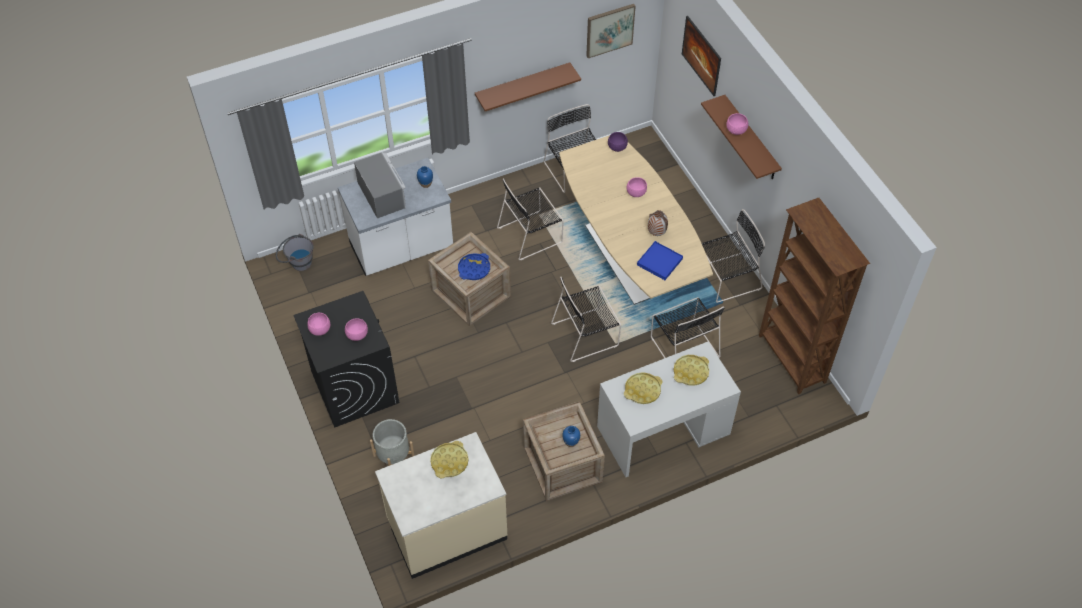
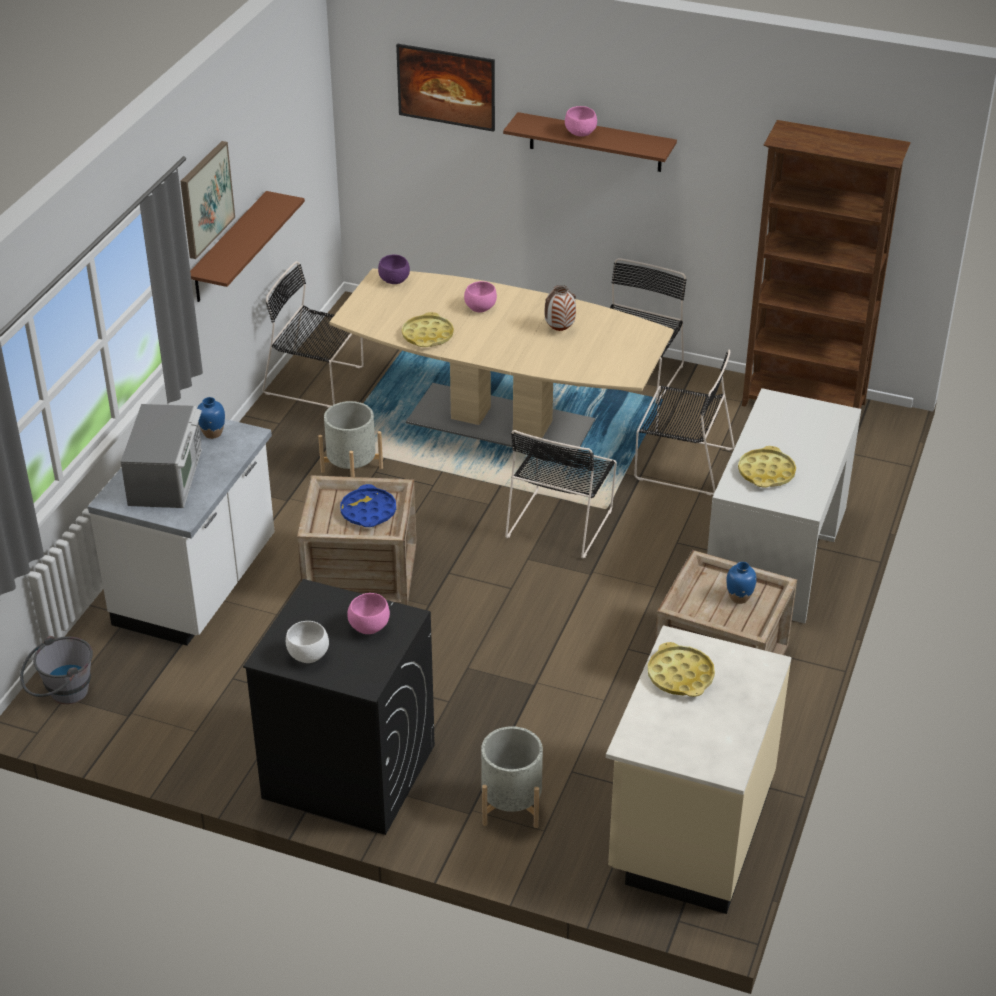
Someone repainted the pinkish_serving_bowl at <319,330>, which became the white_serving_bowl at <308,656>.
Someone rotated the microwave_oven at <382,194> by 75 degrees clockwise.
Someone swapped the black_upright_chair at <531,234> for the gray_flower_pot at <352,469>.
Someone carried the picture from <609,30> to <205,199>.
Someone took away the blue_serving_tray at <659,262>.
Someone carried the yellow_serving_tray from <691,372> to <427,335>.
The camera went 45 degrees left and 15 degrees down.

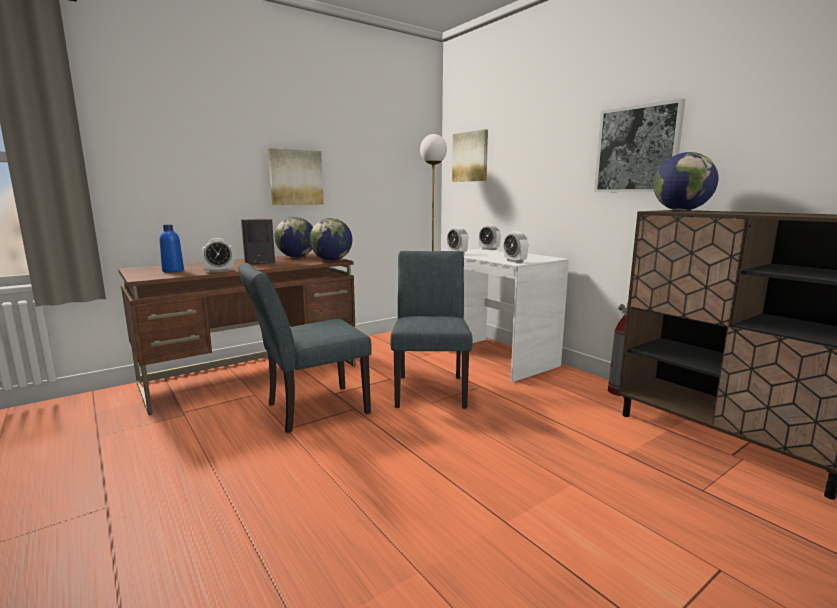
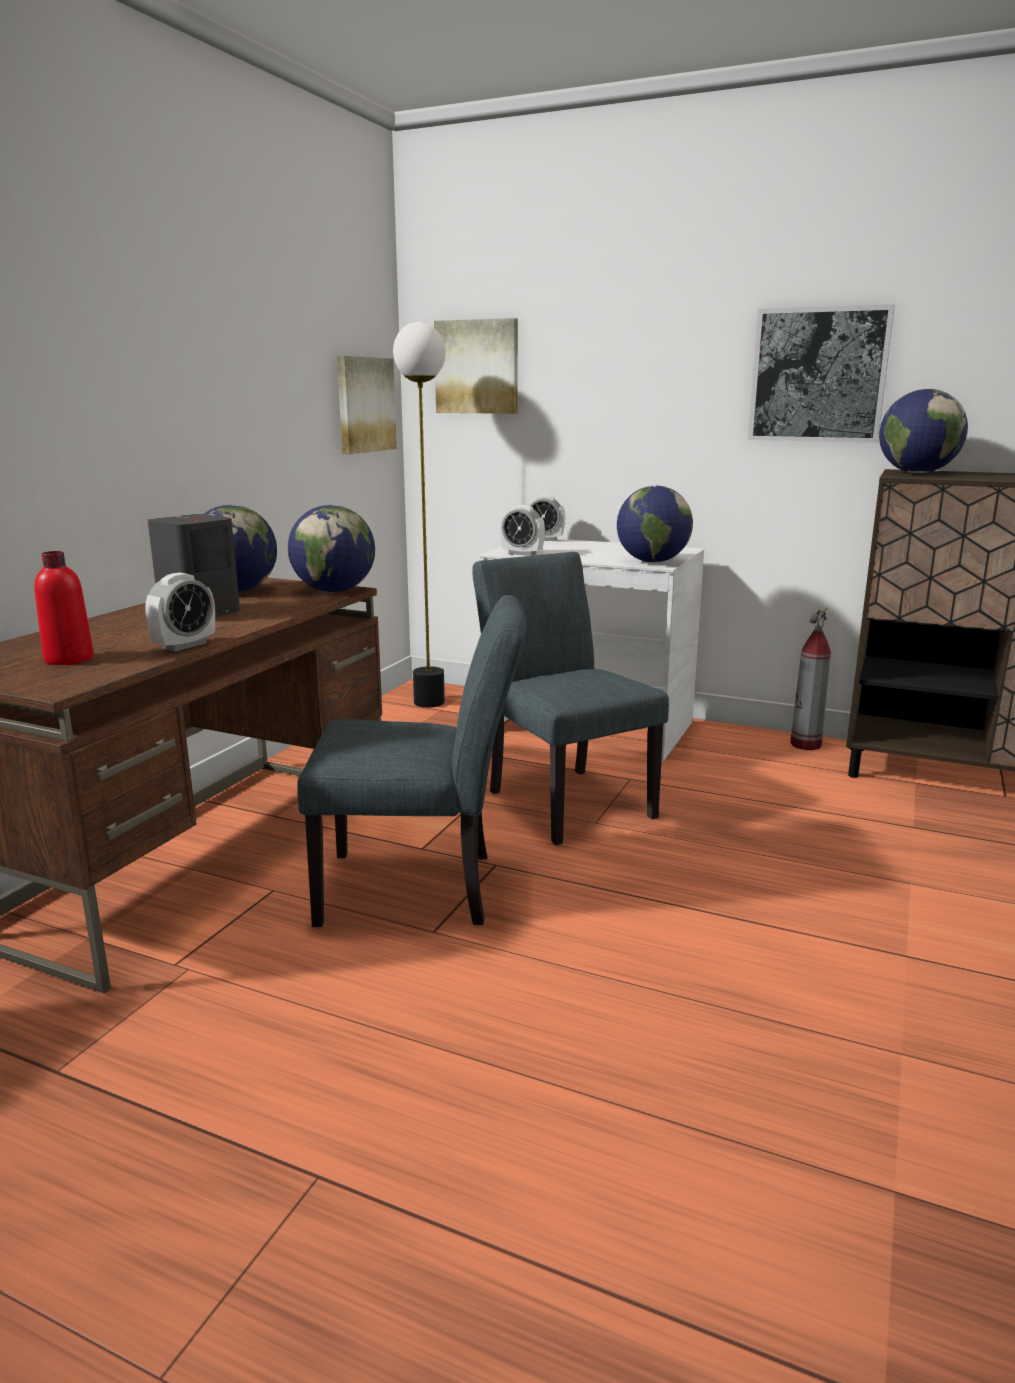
Someone repainted the blue_beverage_bottle at <173,271>, which became the red_beverage_bottle at <69,659>.
Someone rotated the gray_upright_chair at <309,410> by 120 degrees counterclockwise.
Someone carried the picture from <295,177> to <364,405>.
Someone swapped the alarm_clock at <515,261> for the globe at <652,562>.
The camera went 30 degrees left and 5 degrees up.

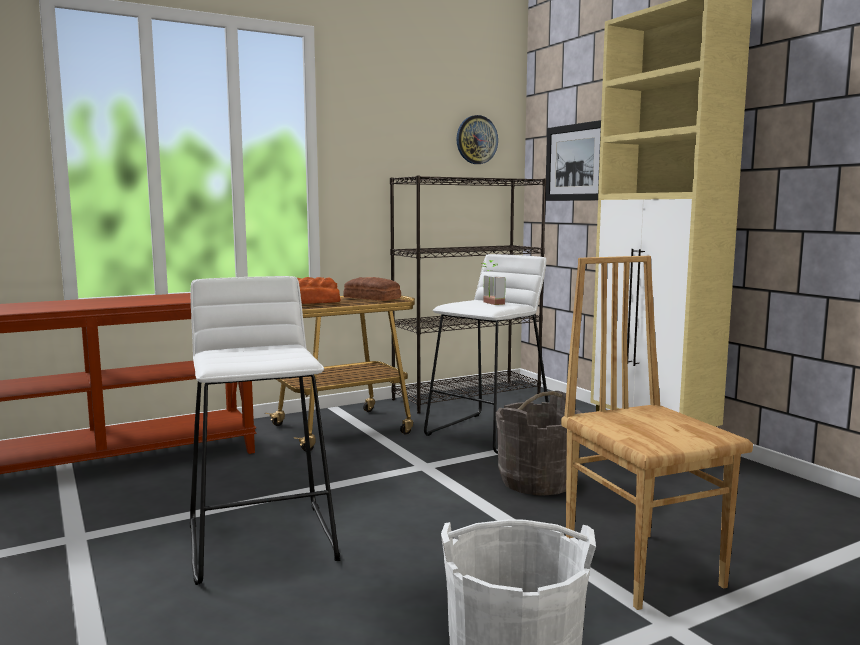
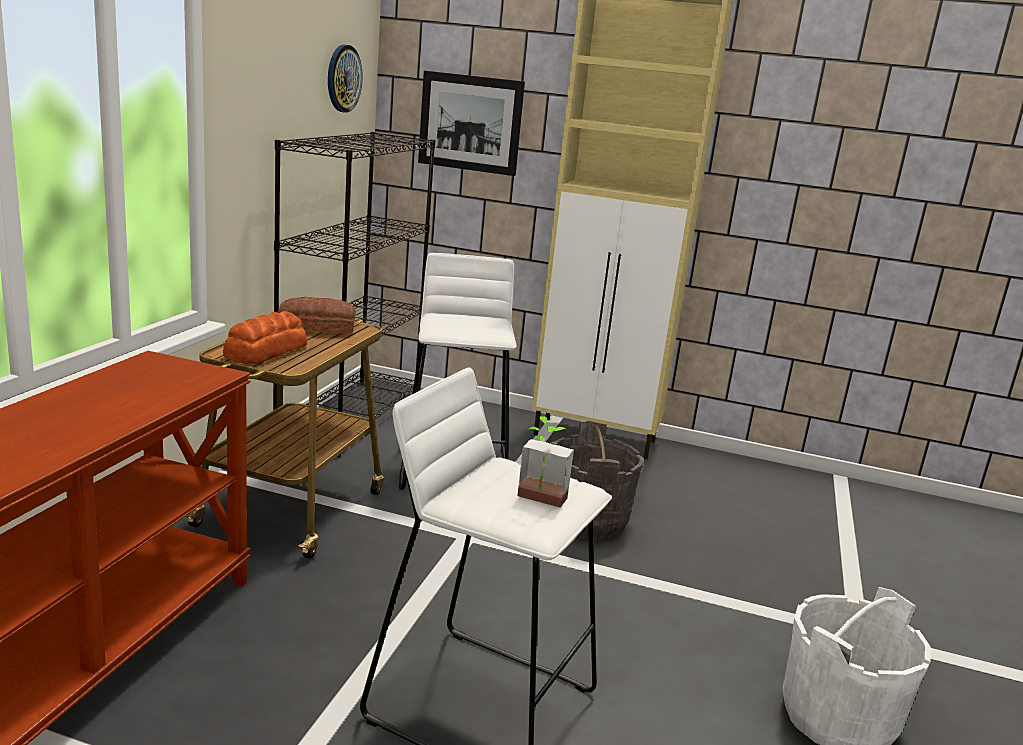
Someone carried the houseplant from <489,303> to <539,501>.
Someone took away the brown-coloured_upright_chair at <643,567>.
The camera went 45 degrees left and 10 degrees up.

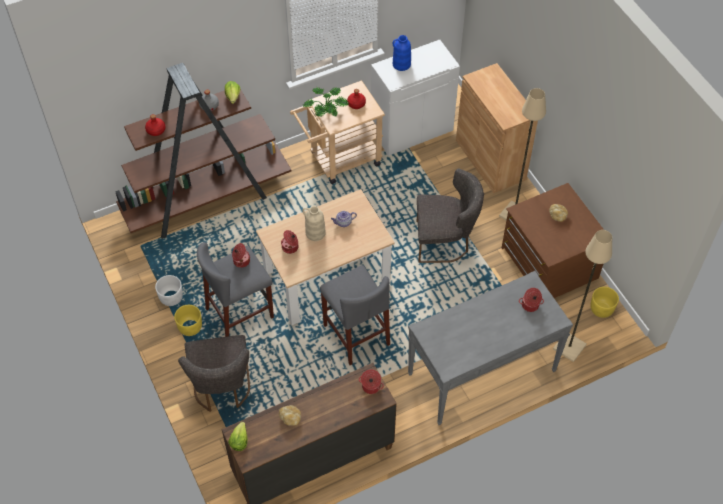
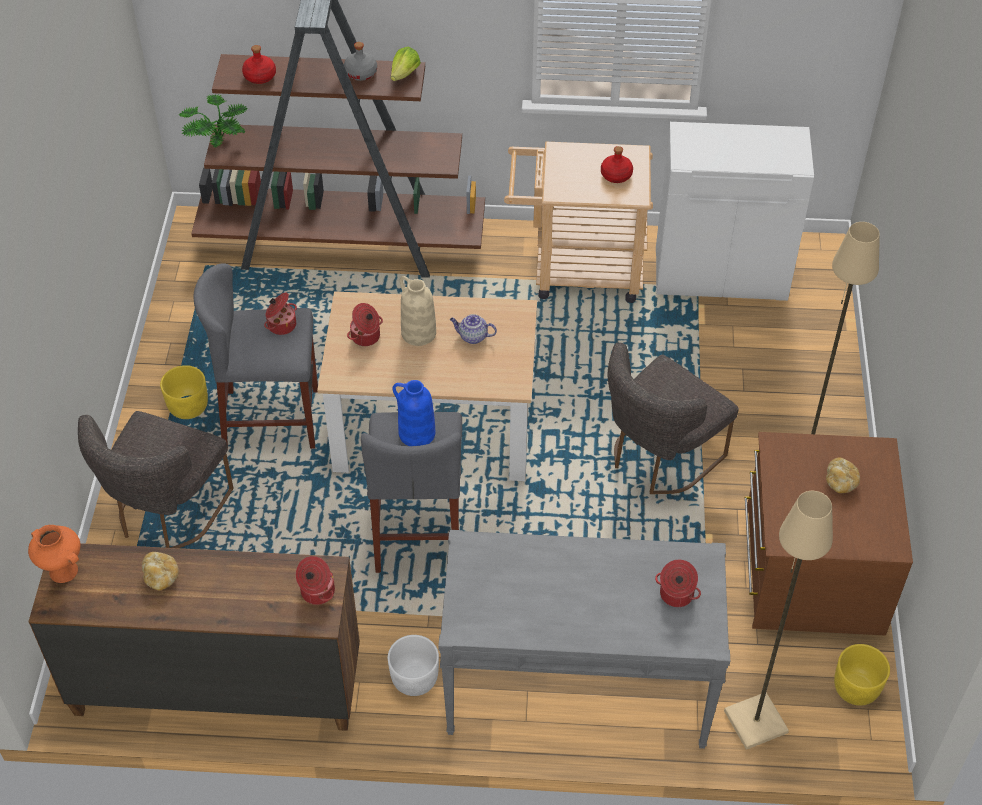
Someone carried the white_flower_pot from <171,297> to <415,679>.
Someone swapped the lettuce_head at <239,440> for the orange-coloured_decorative_vase at <62,571>.
Someone carried the houseplant from <327,113> to <217,143>.
Someone carried the blue_decorative_vase from <401,64> to <416,433>.
Someone rotated the gray_upright_chair at <445,241> by 105 degrees clockwise.
Someone took away the brown-coloured_cabinet at <490,160>.
The camera went 30 degrees right and 5 degrees down.

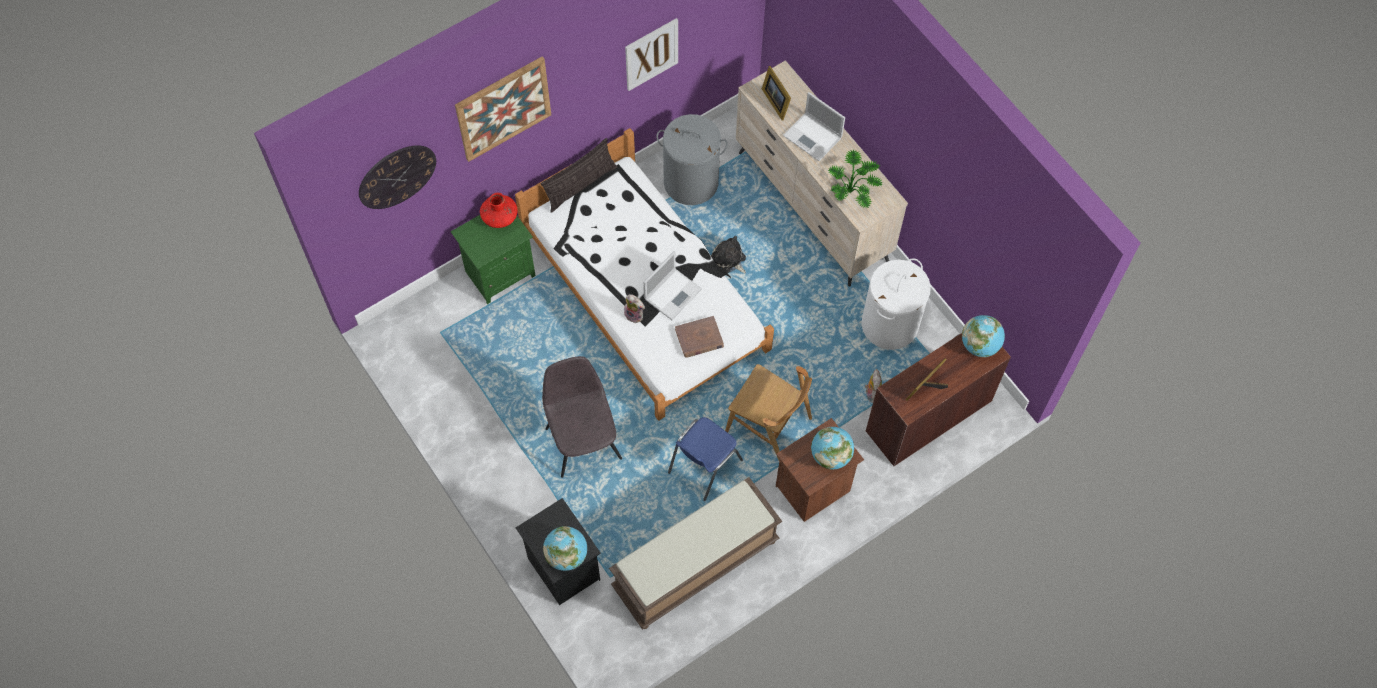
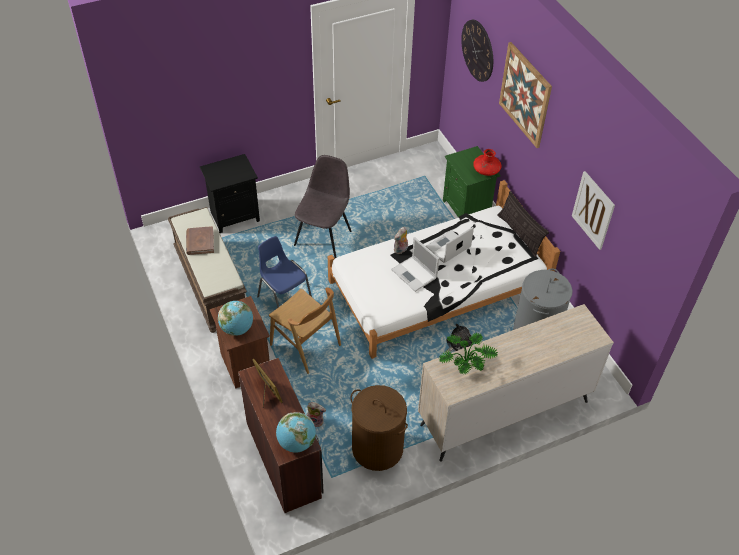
Someone rotated the gray_upright_chair at <583,441> by 60 degrees counterclockwise.
Someone took away the globe at <566,555>.
Someone carried the brown-coloured_volume from <699,338> to <200,242>.
Someone rotated the brown-coloured_upright_chair at <768,426> by 90 degrees counterclockwise.
Someone took away the picture_frame at <776,101>.
Someone carried the notebook_computer from <813,137> to <447,247>.
Someone repainted the white_hamper at <890,324>, which became the brown-coloured_hamper at <377,448>.
The camera went 100 degrees right and 15 degrees down.

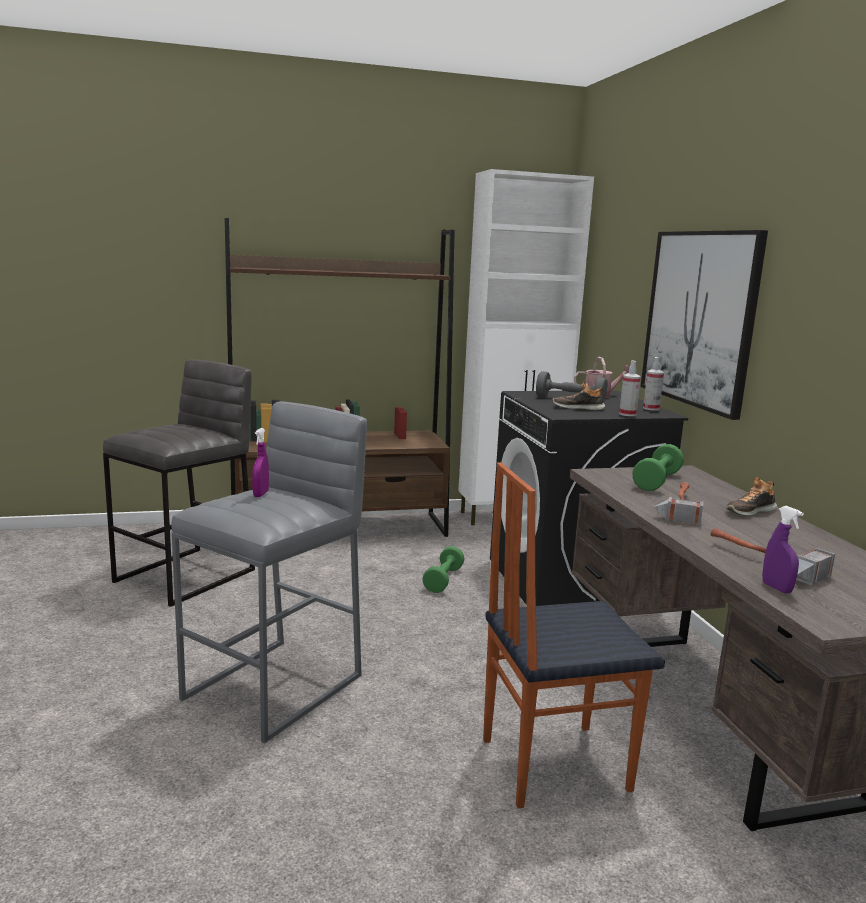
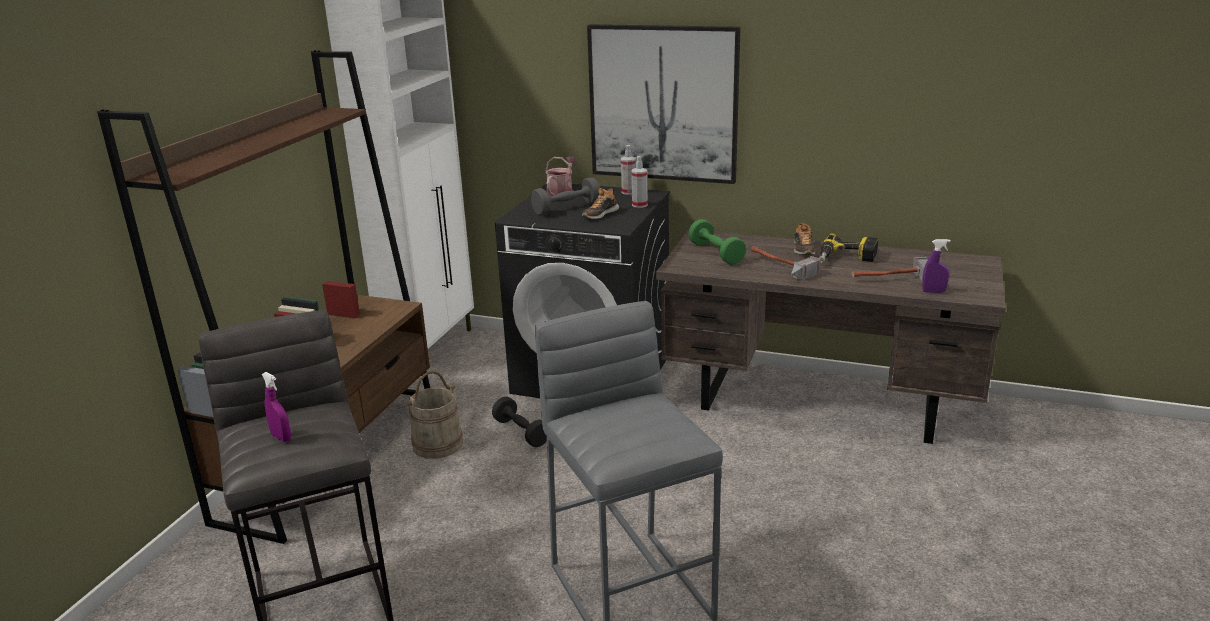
Someone carried the purplish_spray_bottle from <261,494> to <281,437>.
Someone repainted the greenish_dumbbell at <443,580>, which became the black_dumbbell at <521,432>.
Someone took away the upright_chair at <552,763>.
Someone put down the beige-coloured_water_bucket at <437,444>.
Someone put down the drill at <846,259>.
The camera went 55 degrees left and 10 degrees up.

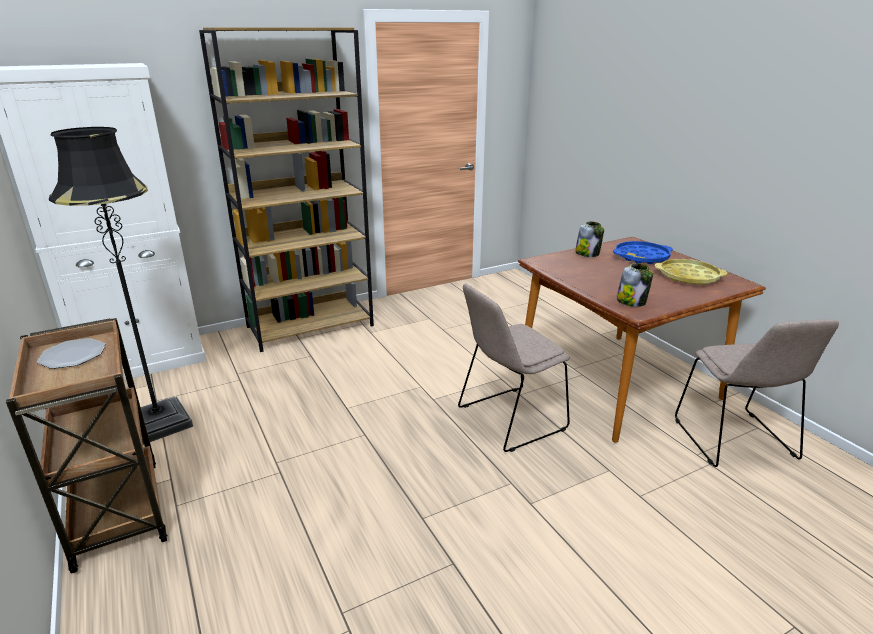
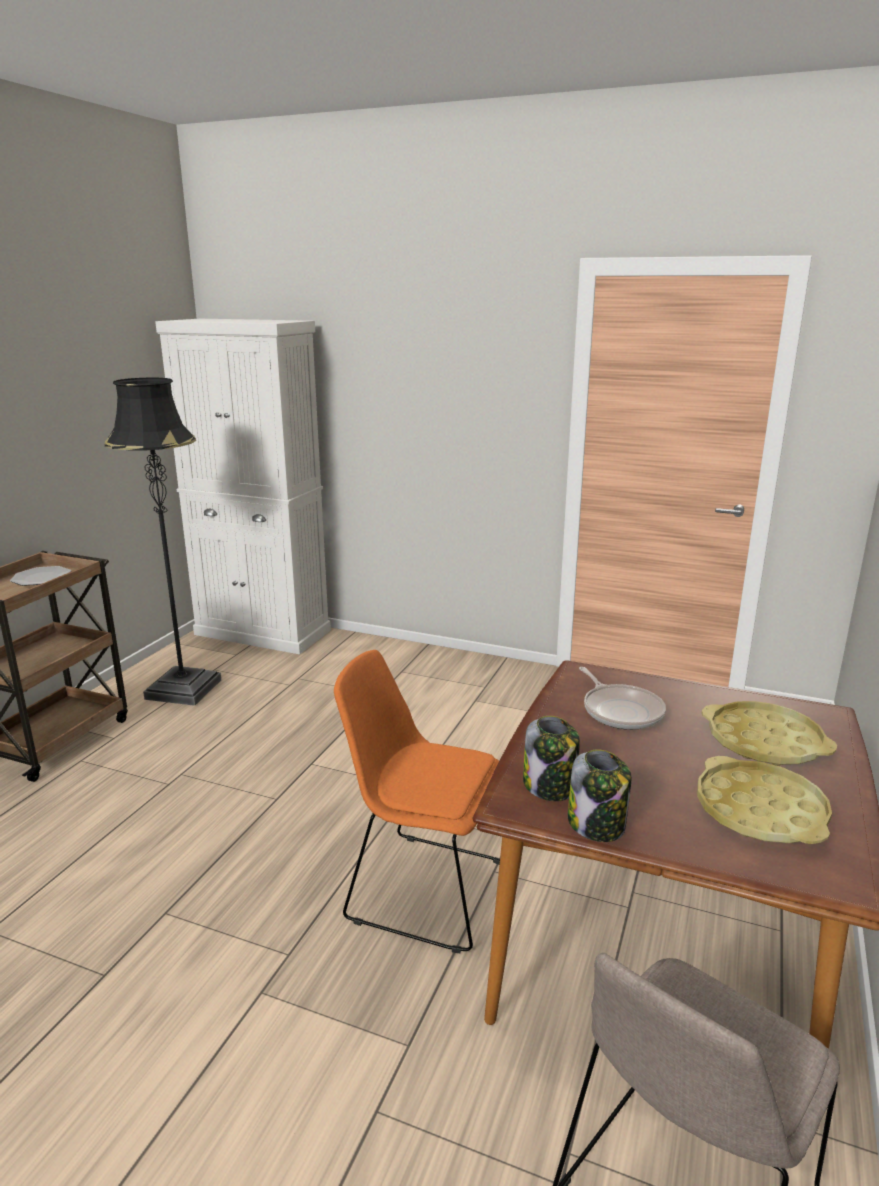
Someone took away the brown-coloured_bookcase at <311,326>.
Someone repainted the beige-coloured_upright_chair at <508,419>, which became the orange-coloured_upright_chair at <423,888>.
Someone carried the jar from <587,253> to <597,825>.
Someone repainted the blue_serving_tray at <641,257>, which became the yellow_serving_tray at <764,742>.
Someone put down the pan at <620,711>.
The camera went 50 degrees right and 5 degrees down.

